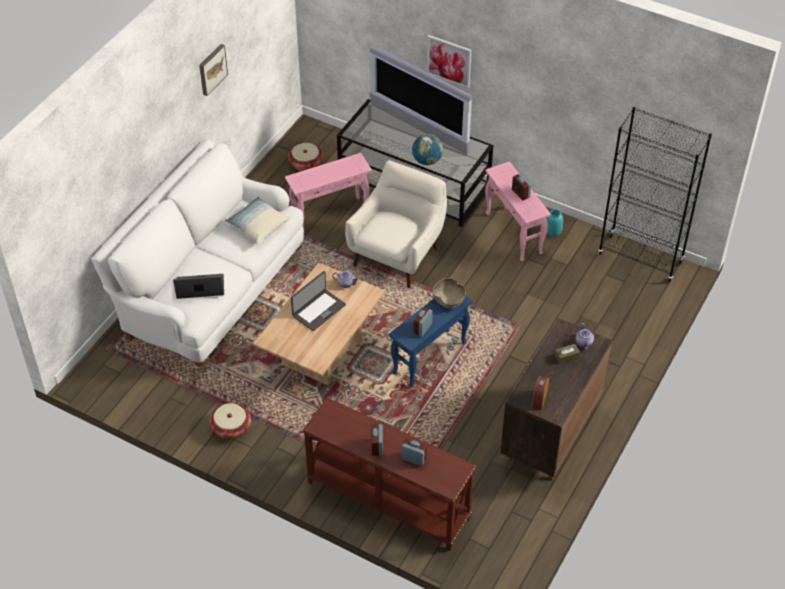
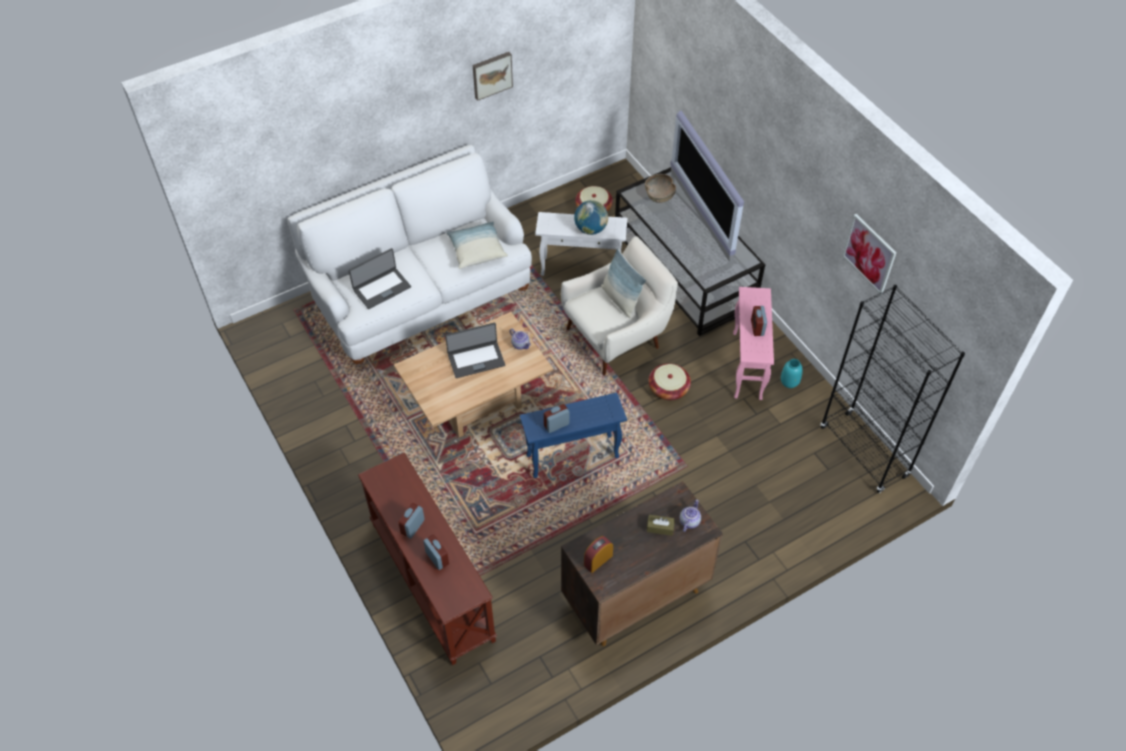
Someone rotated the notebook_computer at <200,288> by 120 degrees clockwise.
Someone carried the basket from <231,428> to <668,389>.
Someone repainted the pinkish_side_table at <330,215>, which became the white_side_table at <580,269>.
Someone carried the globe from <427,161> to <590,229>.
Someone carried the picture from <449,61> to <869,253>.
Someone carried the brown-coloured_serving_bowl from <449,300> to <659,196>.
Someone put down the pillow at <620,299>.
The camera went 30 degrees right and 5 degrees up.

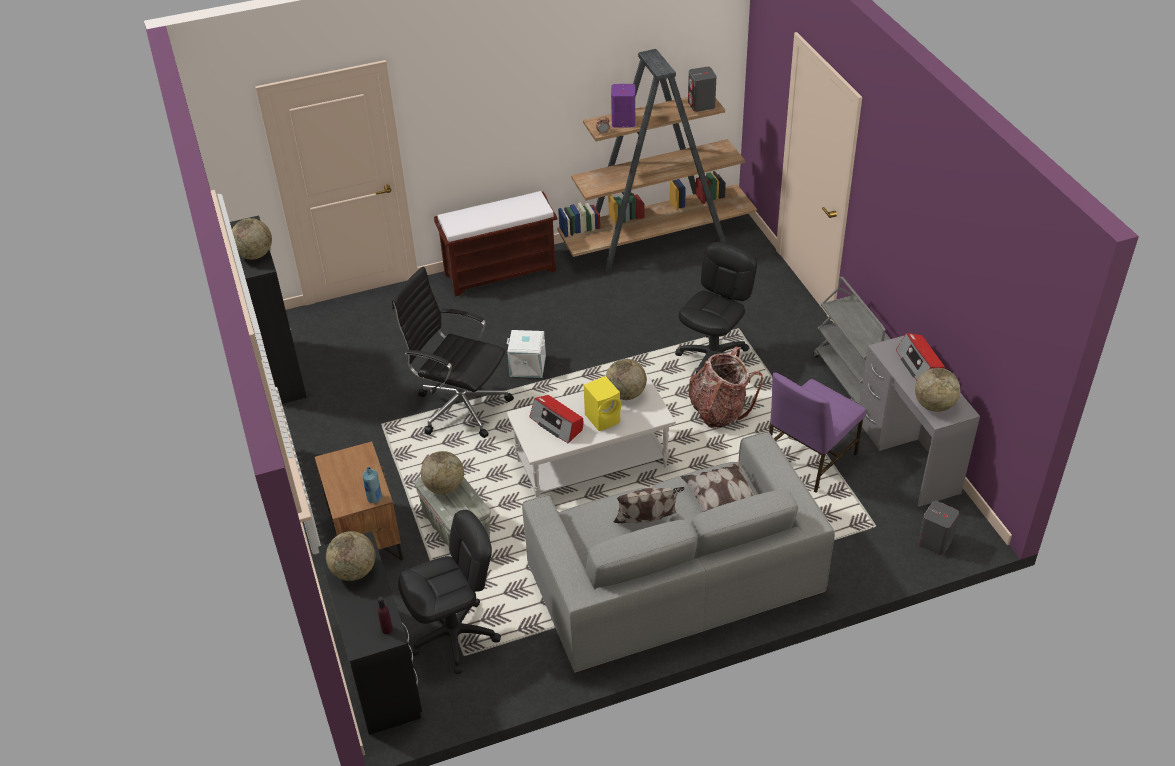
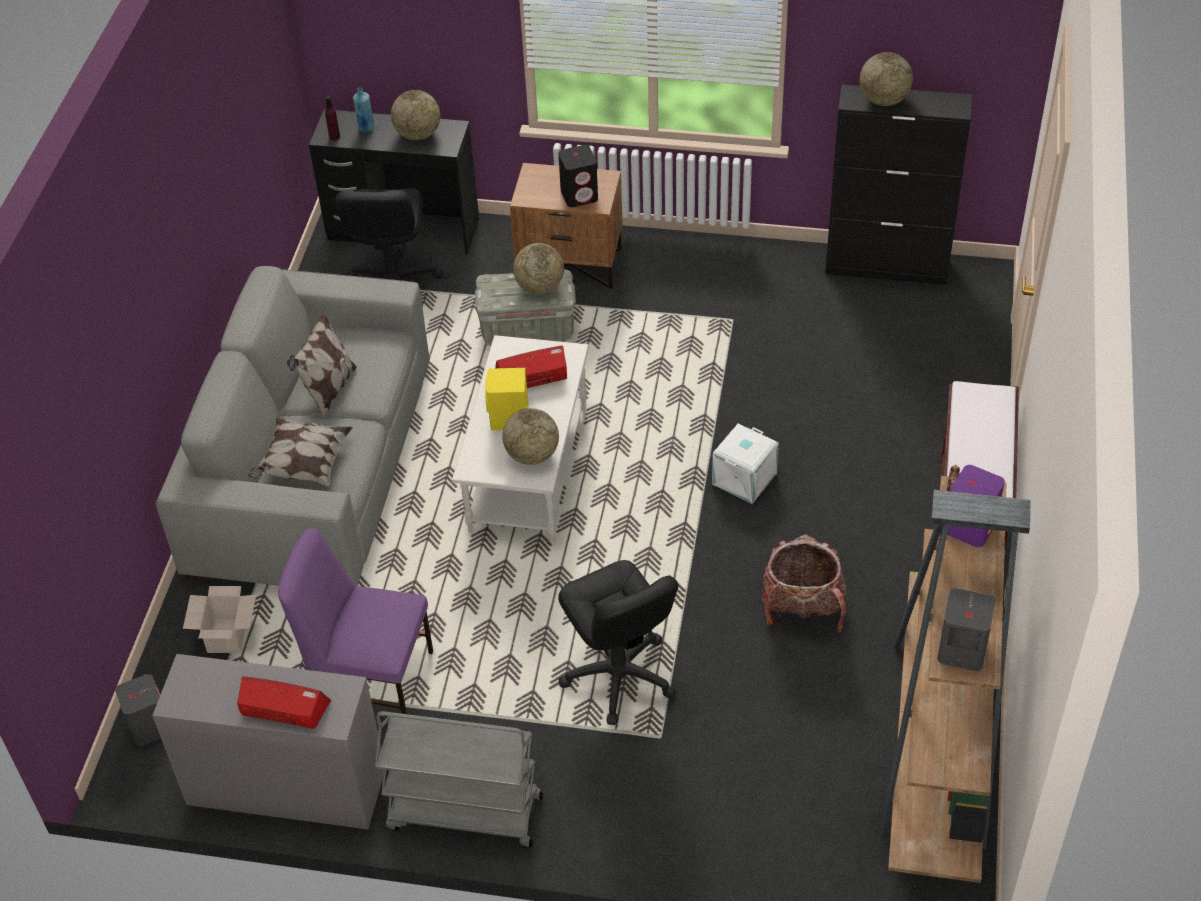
Someone carried the blue_beverage_bottle from <374,498> to <366,128>.
Someone took away the black_computer_chair at <460,406>.
Someone carried the rucksack from <719,410> to <802,609>.
Someone rotated the purplish_upright_chair at <808,458> by 60 degrees counterclockwise.
Someone took away the globe at <934,405>.
Someone put down the carton at <226,635>.
Someone put down the black_speaker at <579,195>.
The camera went 120 degrees right and 5 degrees up.

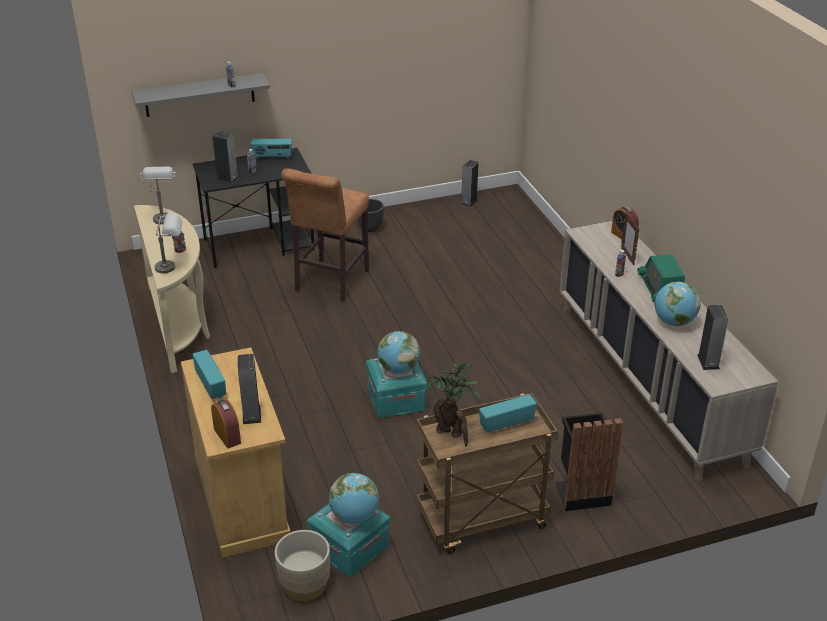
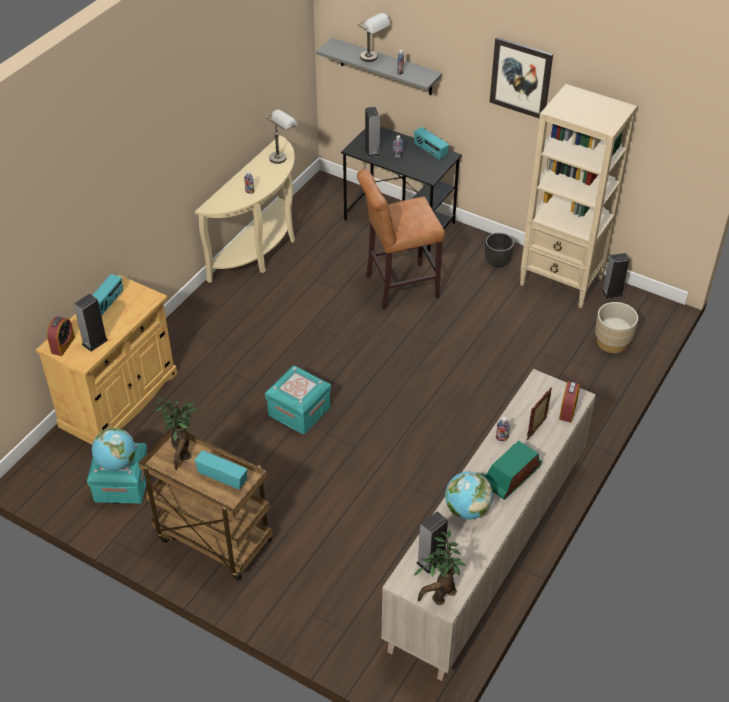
Someone carried the gray_lamp_for_a_table from <172,267> to <373,59>.
Someone carried the beige-coloured_flower_pot from <305,584> to <612,342>.
Someone took away the globe at <398,369>.
Someone took away the black_rubbish_bin at <581,491>.
Someone put down the houseplant at <440,596>.
Someone put up the picture at <521,78>.
Someone put down the beige-coloured_bookcase at <562,282>.
The camera went 50 degrees right and 10 degrees up.

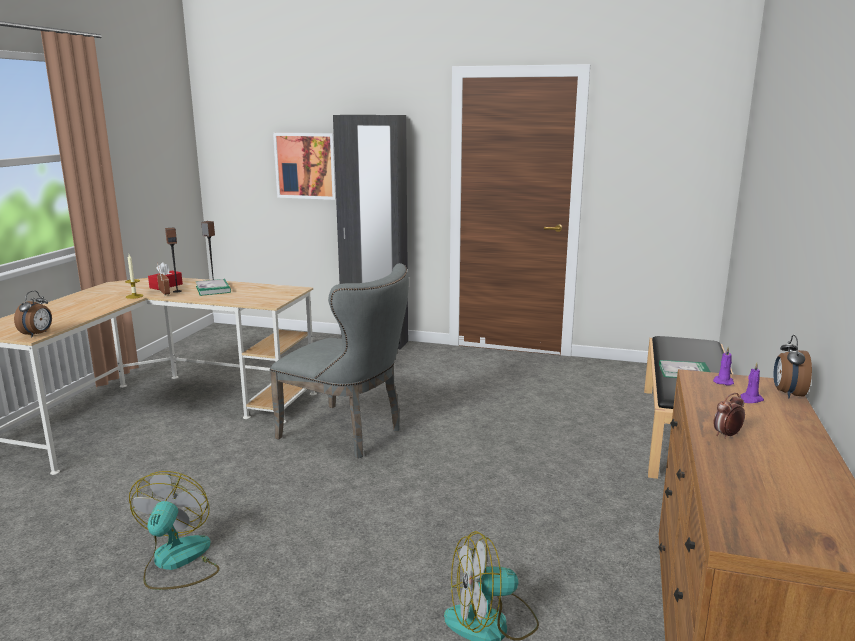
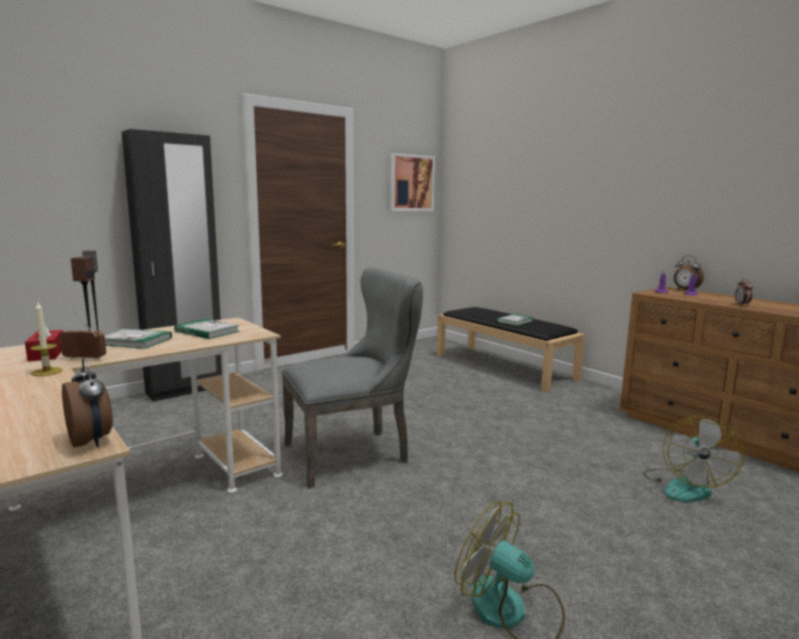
Someone carried the picture from <306,165> to <411,183>.
Someone put down the volume at <207,331>.
The camera went 55 degrees left and 5 degrees down.

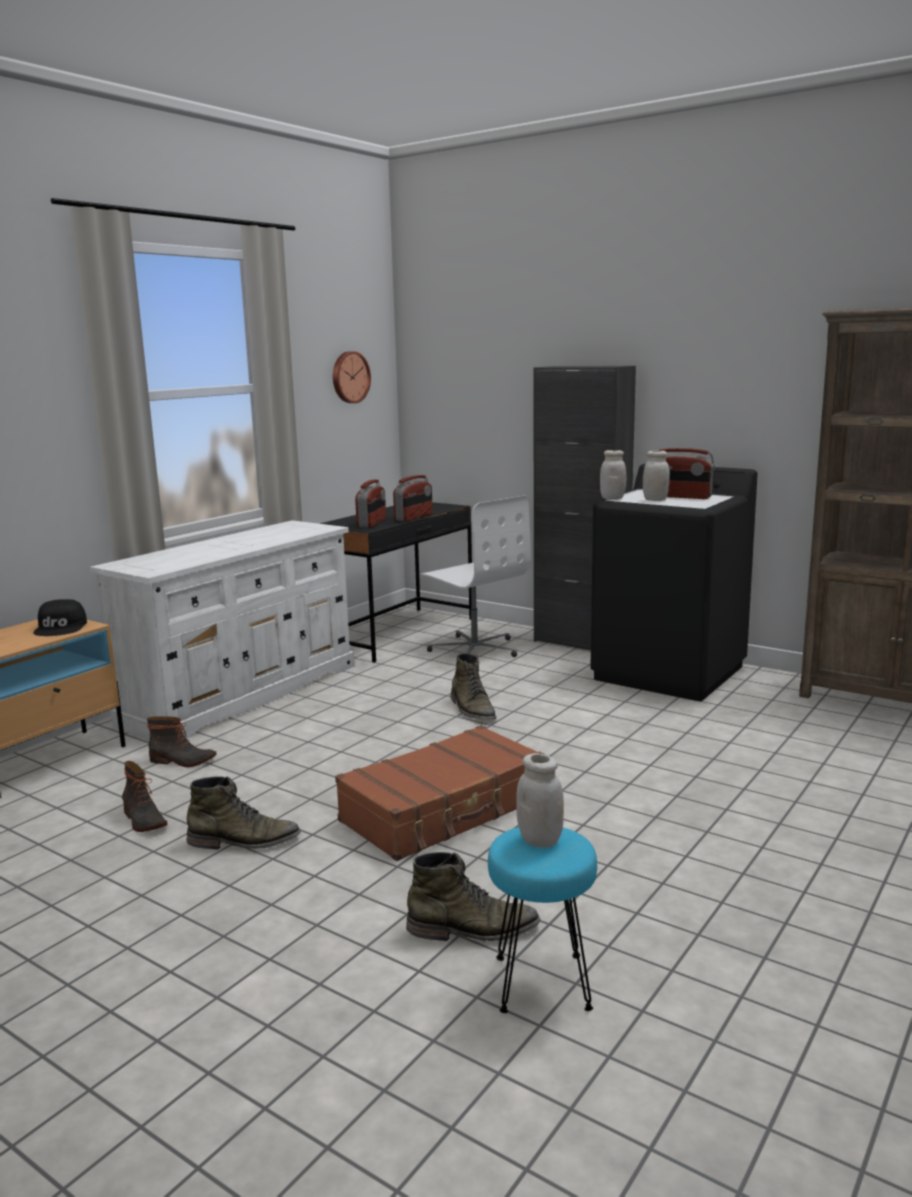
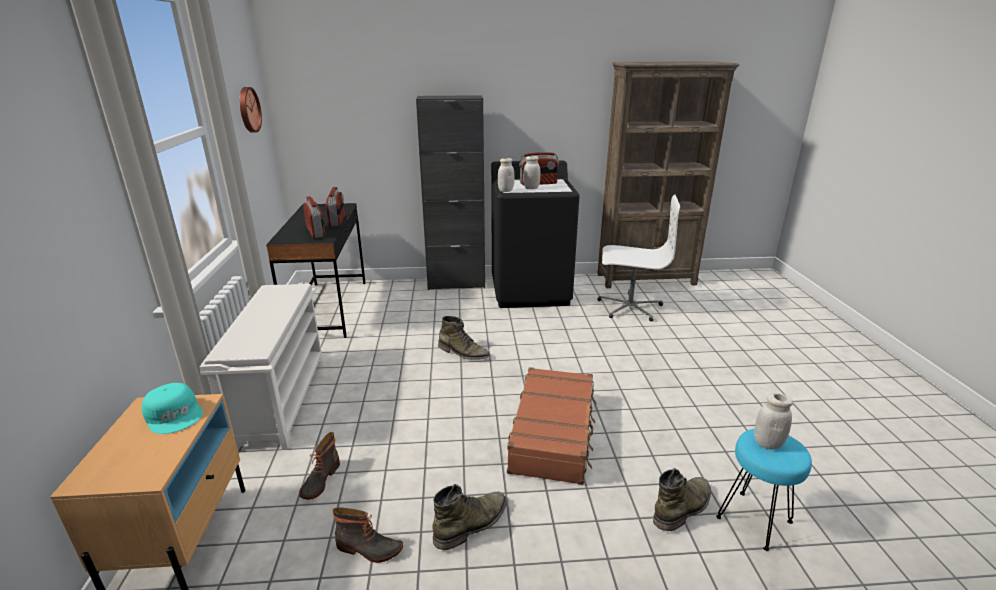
Someone repainted the black_cap at <61,627>, which became the turquoise-coloured_cap at <175,414>.
Someone swapped the white_chest_of_drawers at <244,693> for the white_shoe_rack at <281,399>.
Someone rotated the high-top_boot at <182,761> by 135 degrees clockwise.
Someone carried the white_computer_chair from <475,649> to <629,307>.
The camera went 40 degrees left and 10 degrees up.

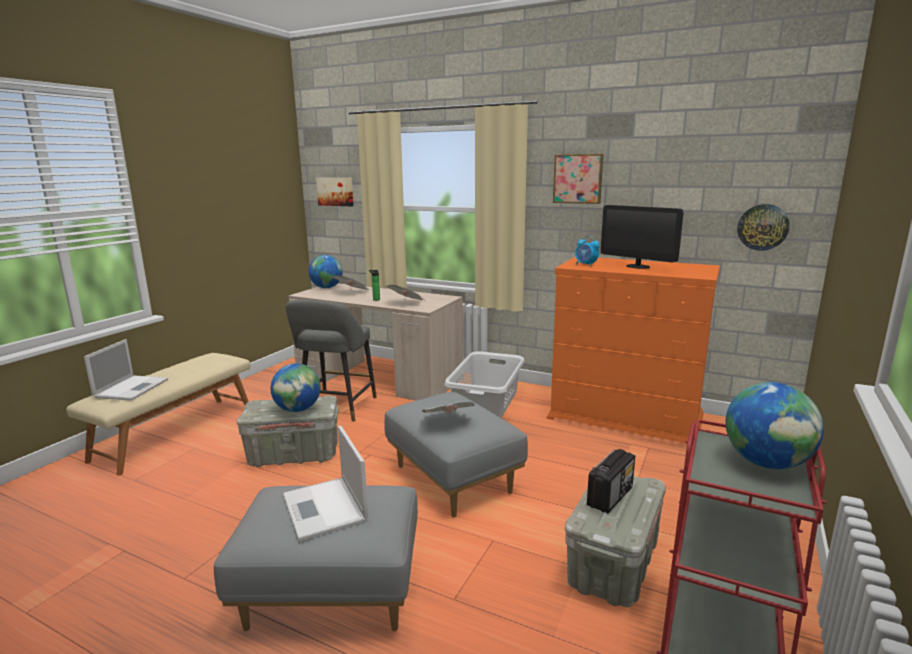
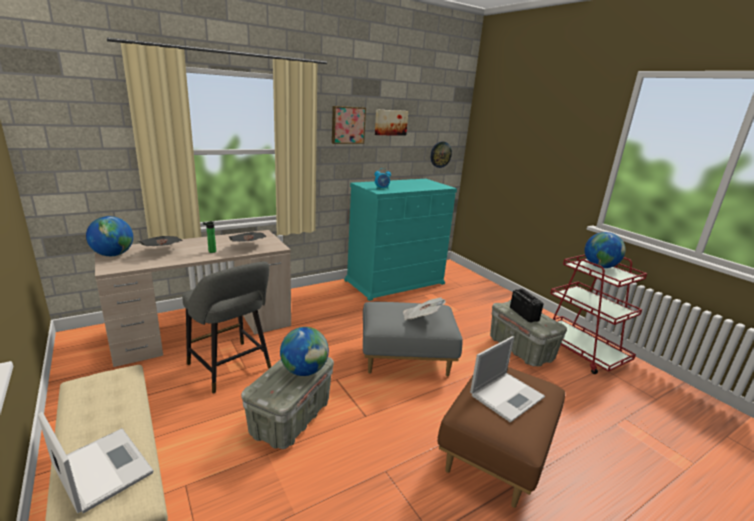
Someone repainted the gray_footrest at <330,595>, which became the brown-coloured_footrest at <497,454>.
Someone rotated the notebook_computer at <325,509> by 45 degrees counterclockwise.
Someone carried the picture from <336,191> to <390,122>.
Someone took away the gray_hamper at <487,401>.
Someone repainted the orange-coloured_chest_of_drawers at <626,417>, which became the turquoise-coloured_chest_of_drawers at <395,282>.
Someone took away the computer_display at <637,266>.
The camera went 60 degrees left and 5 degrees up.

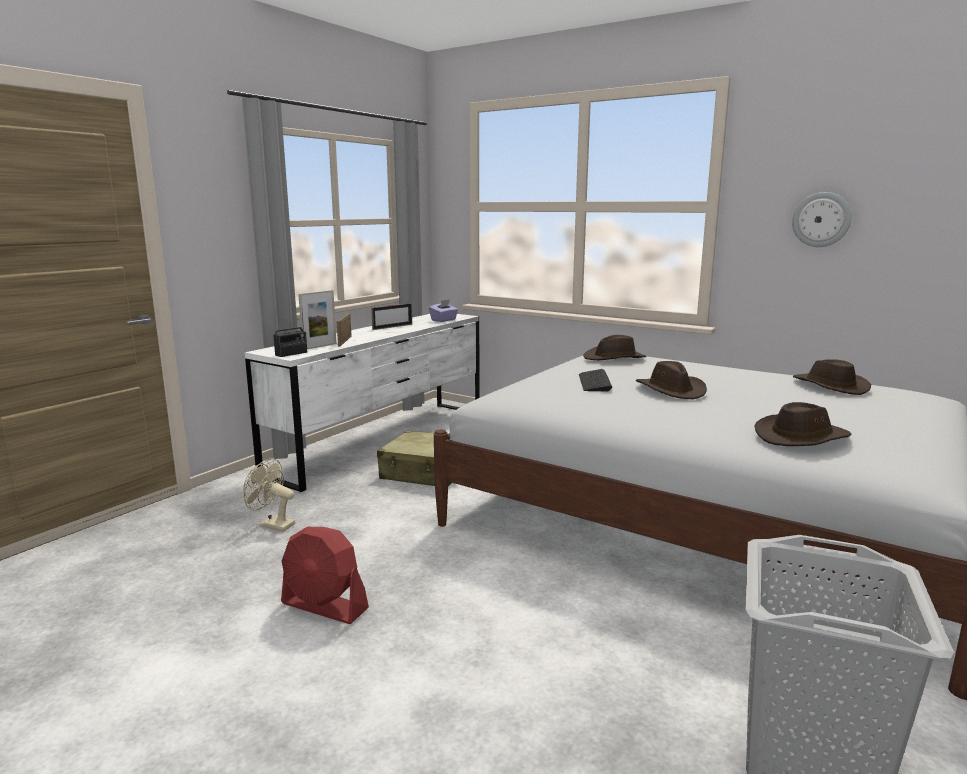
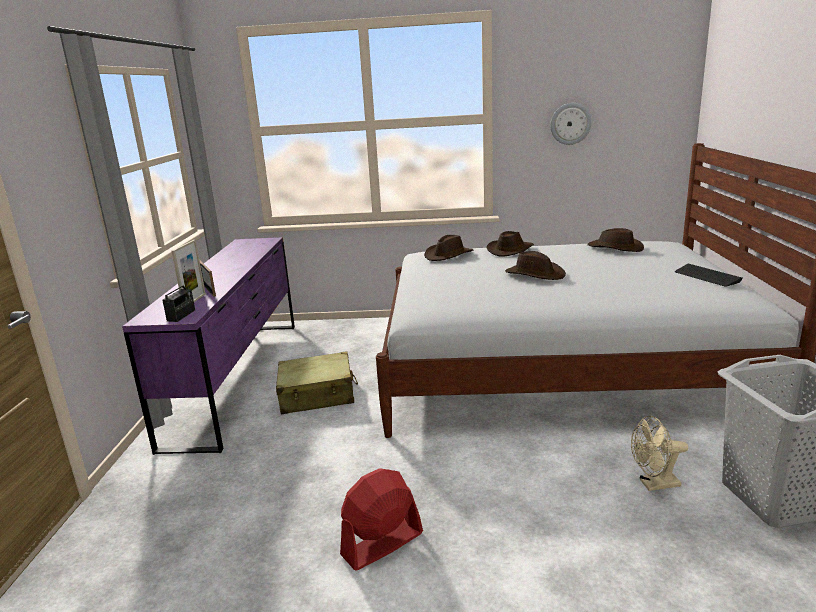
Someone carried the beige-coloured_cooling_fan from <272,525> to <654,484>.
Someone repainted the white_chest_of_drawers at <383,441>, which became the purplish_chest_of_drawers at <238,378>.
Someone rotated the red_cooling_fan at <324,606> by 150 degrees clockwise.
Someone took away the picture_frame at <392,327>.
Someone took away the purplish_tissue_holder at <444,320>.
Someone carried the computer_keyboard from <594,382> to <707,276>.
Someone carried the brown-coloured_hat from <802,437> to <510,250>.
The camera went 30 degrees left and 5 degrees up.

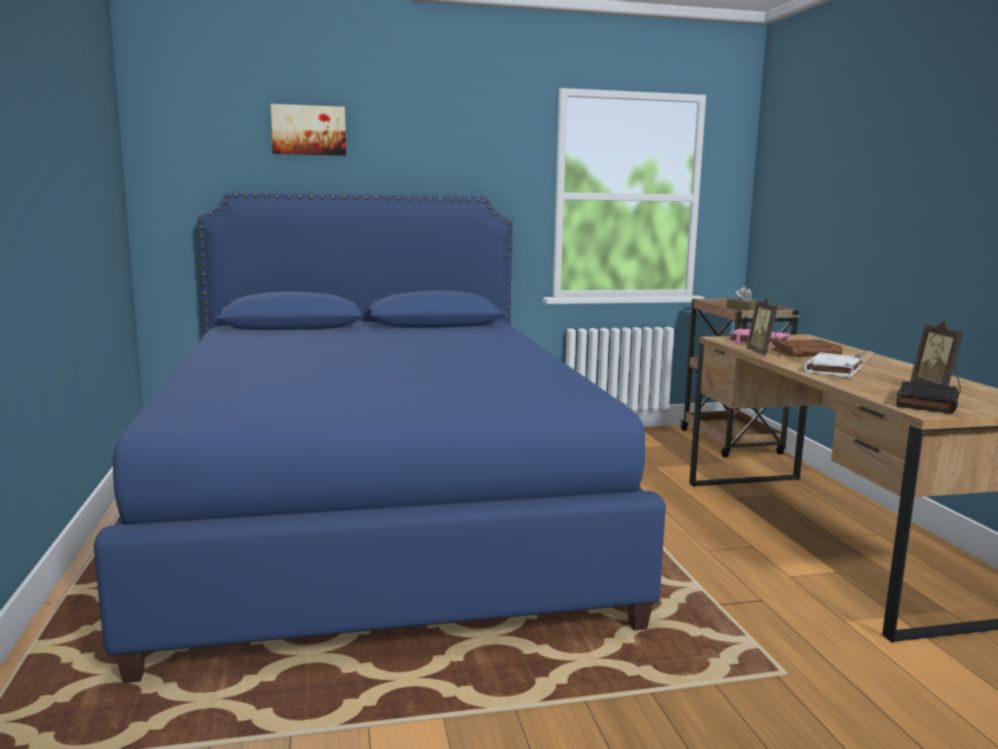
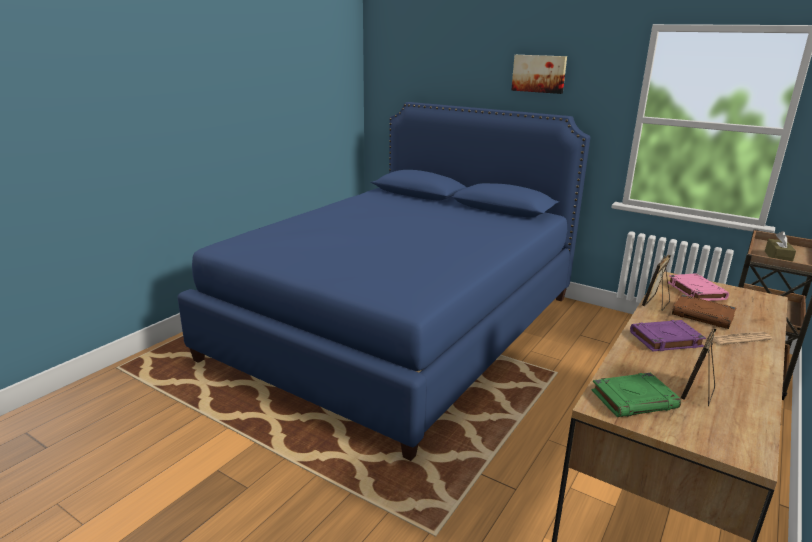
Someone carried the picture from <309,130> to <539,73>.
Someone repainted the white_volume at <833,370>, which became the purplish_volume at <665,339>.
Someone repainted the black_volume at <926,403>, which became the greenish_volume at <634,399>.
The camera went 45 degrees right and 10 degrees up.

